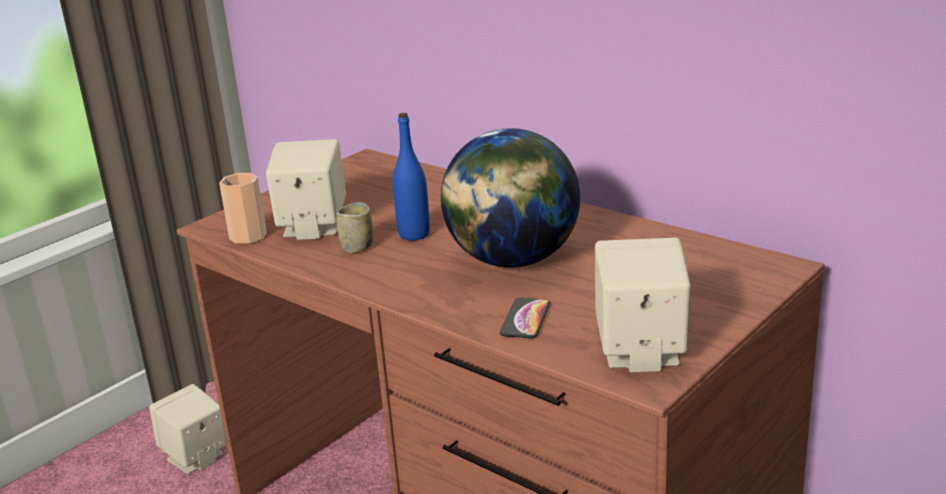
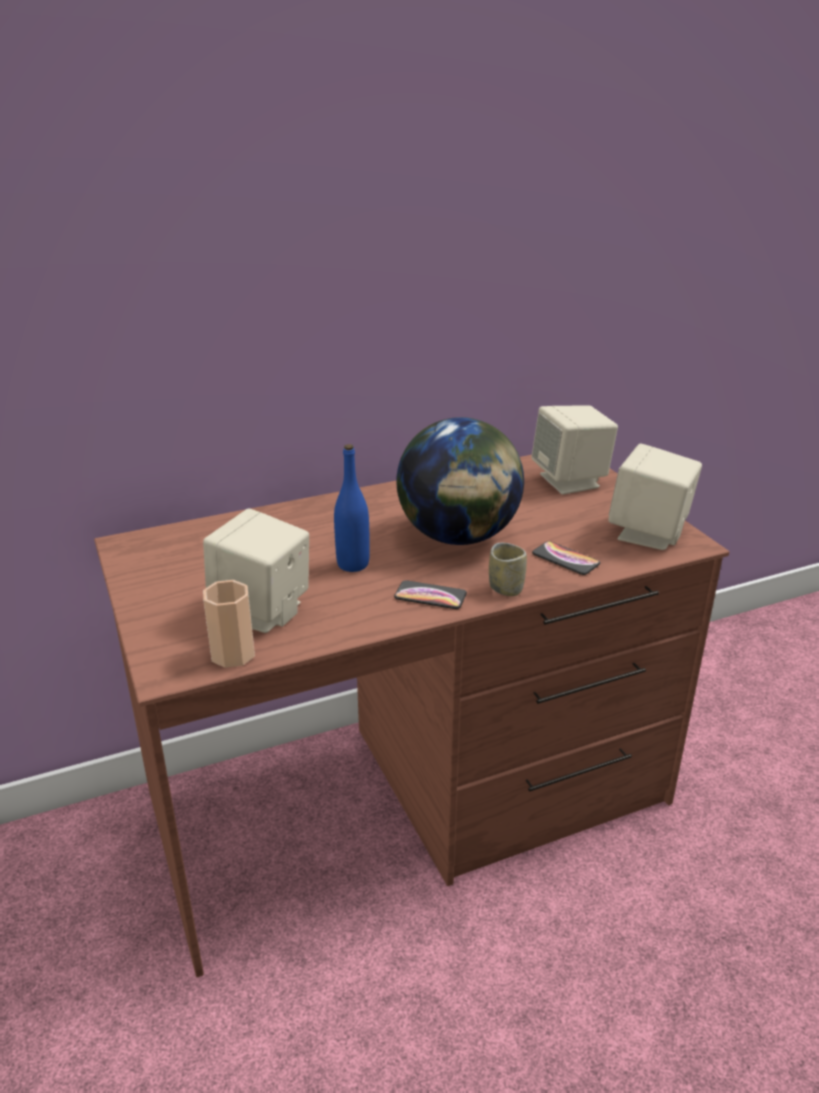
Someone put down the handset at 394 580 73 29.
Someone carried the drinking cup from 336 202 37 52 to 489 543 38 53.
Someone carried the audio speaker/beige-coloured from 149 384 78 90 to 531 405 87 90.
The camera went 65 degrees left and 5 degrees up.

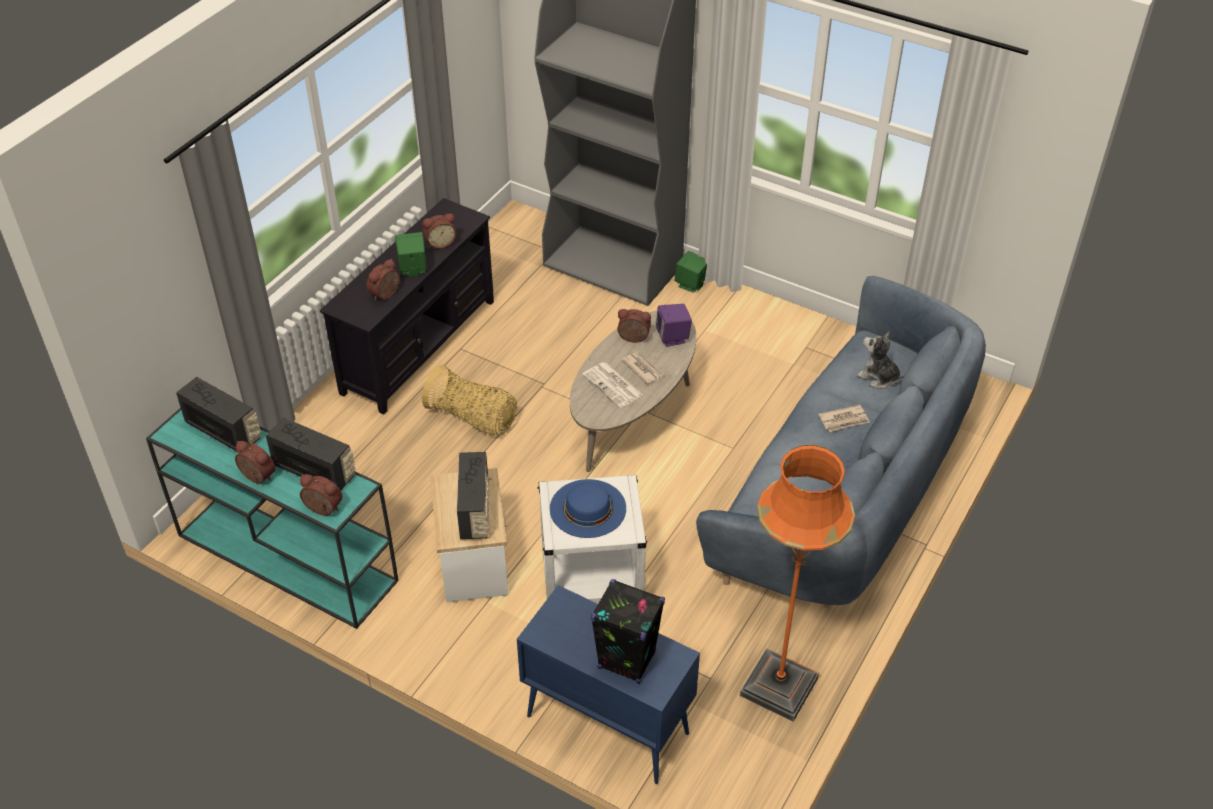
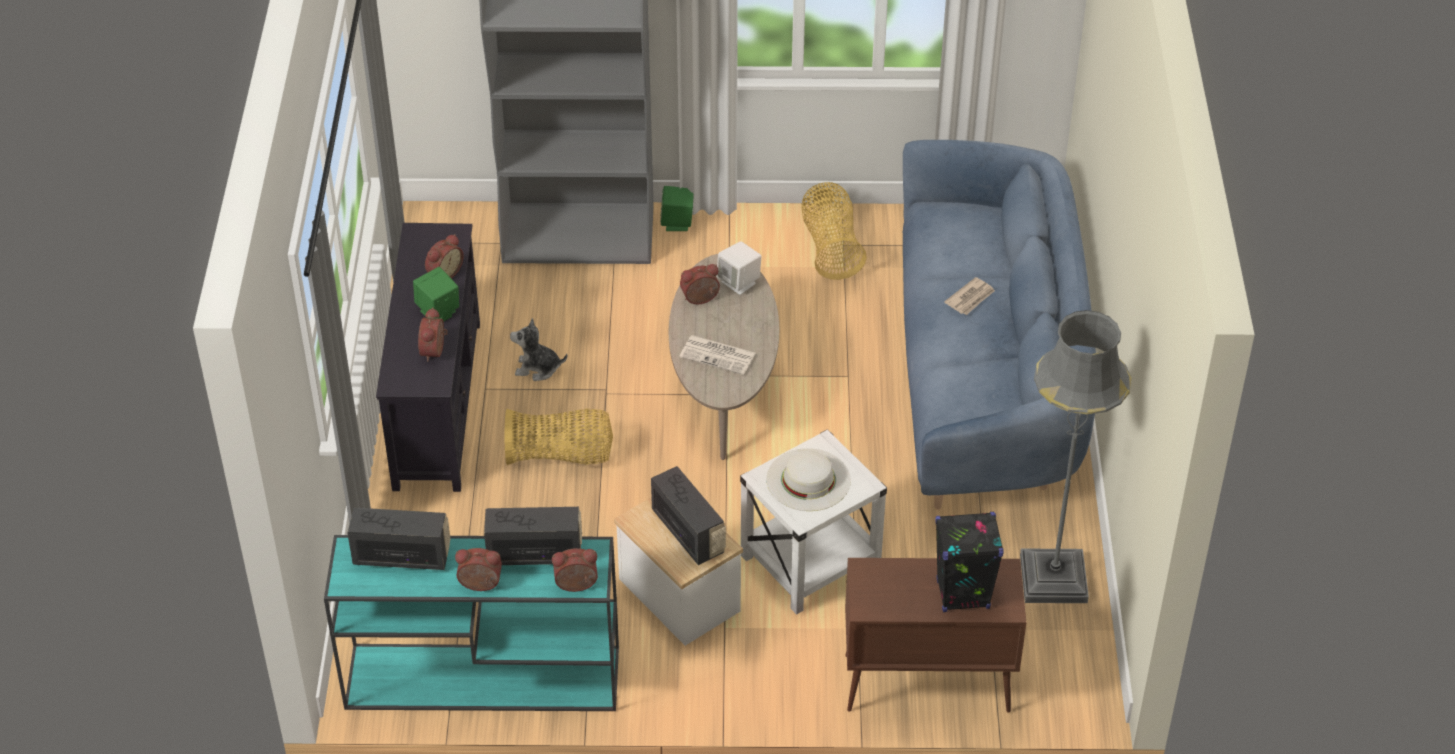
Someone carried the soft toy from 857 332 47 57 to 510 318 57 63.
Someone repainted the audio speaker/purple-coloured at 655 304 37 43, which became the audio speaker/white at 717 241 45 54.
Someone repainted the hat/blue at 550 479 76 59, which became the hat/white at 766 448 85 63.
Someone put down the basket at 801 182 66 98.
Someone repainted the storage cabinet/blue at 517 585 183 199, which became the storage cabinet/brown at 845 558 181 155.
Someone repainted the floor lamp/orangey at 740 445 115 277, which became the floor lamp/gray at 1020 310 111 293.
Someone took away the newspaper at 621 352 43 32.
The camera went 30 degrees left and 0 degrees up.

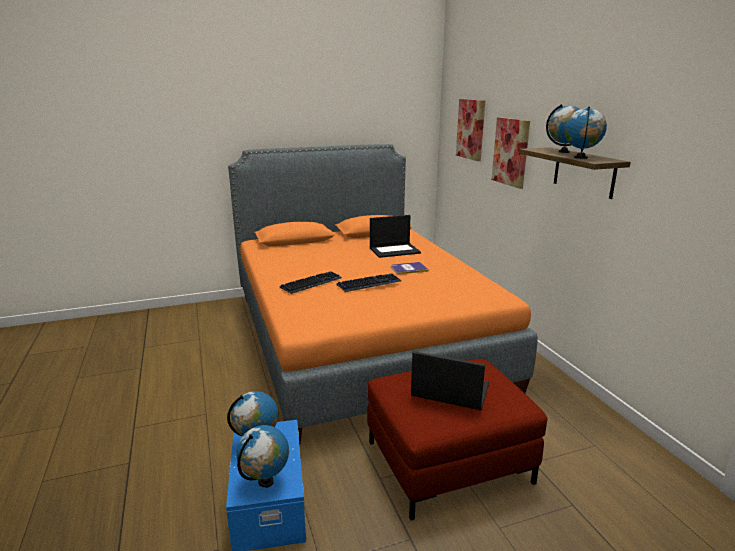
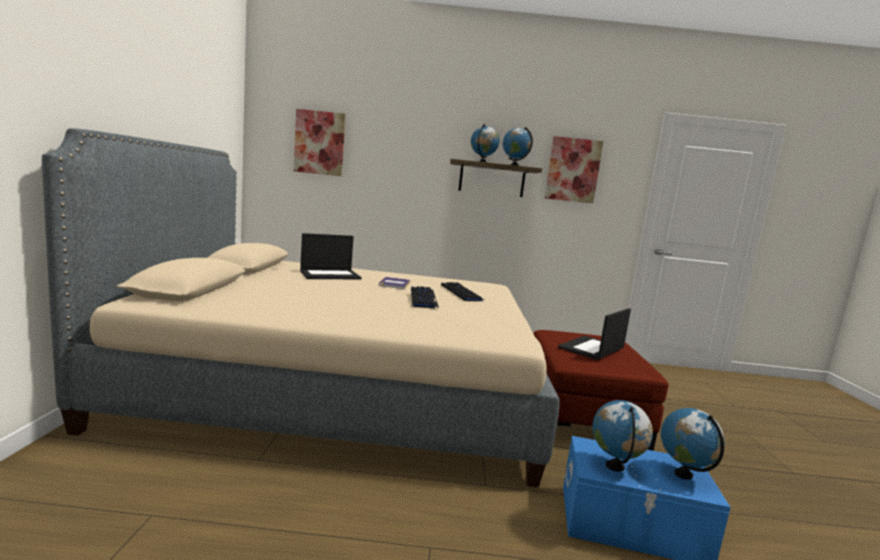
Someone repainted the bed/orangey at 228 144 310 301, which became the bed/beige-coloured at 42 128 518 359.
Someone rotated the notebook computer at 370 215 51 43 by 60 degrees clockwise.
Someone carried the computer keyboard from 280 271 62 23 to 441 282 43 19.
Someone carried the wall art from 492 117 38 72 to 545 136 58 67.
The camera went 70 degrees left and 10 degrees down.

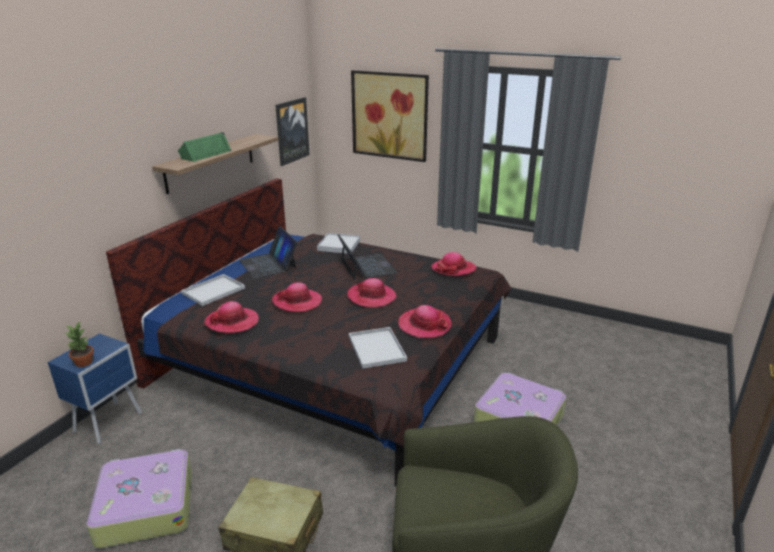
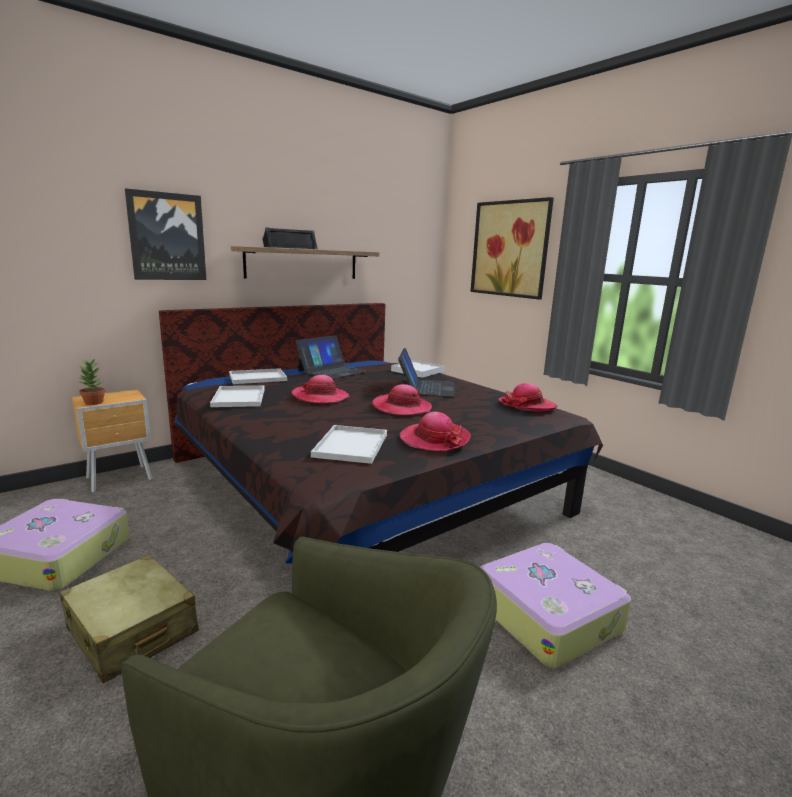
Someone repainted the bedside table/blue at 48 333 94 111, which became the bedside table/brown at 72 389 81 104.
Someone carried the wall art from 275 97 34 69 to 125 188 81 92.
Someone swapped the hat at 204 301 55 33 for the tray/white at 210 386 55 21.
Someone repainted the audio speaker/green at 178 132 54 30, which became the audio speaker/black at 262 227 56 22.
Someone rotated the notebook computer at 239 226 58 53 by 135 degrees counterclockwise.
The camera went 25 degrees right and 10 degrees down.

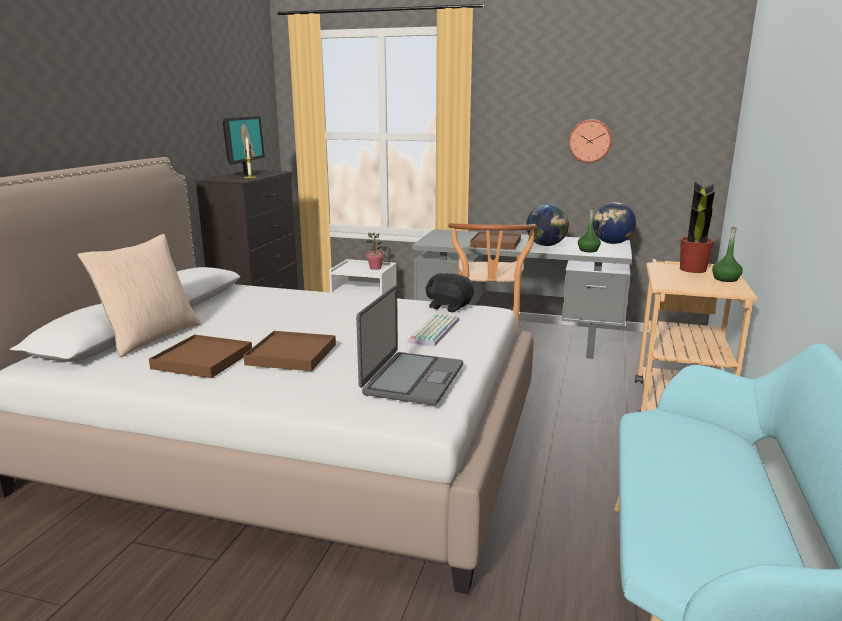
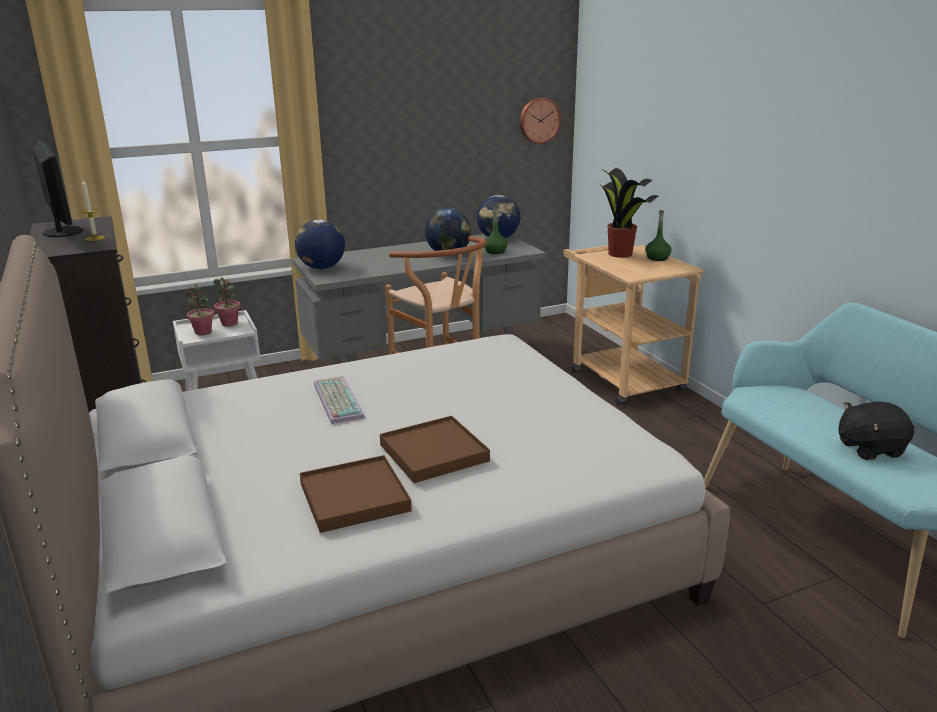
Someone put down the plant in a pot at 187 284 28 51.
Someone put down the globe at 295 219 50 50.
Someone carried the computer keyboard from 407 313 52 34 to 314 376 51 48.
Someone carried the wall clock from 568 119 44 44 to 520 97 41 47.
Someone carried the soft toy/black from 425 273 49 40 to 838 402 76 58.
Someone took away the throw pillow/beige-coloured at 77 234 124 123.
Someone took away the notebook computer at 356 286 107 119.
Someone took away the tray/brown at 470 232 51 18.
The camera went 40 degrees left and 5 degrees up.

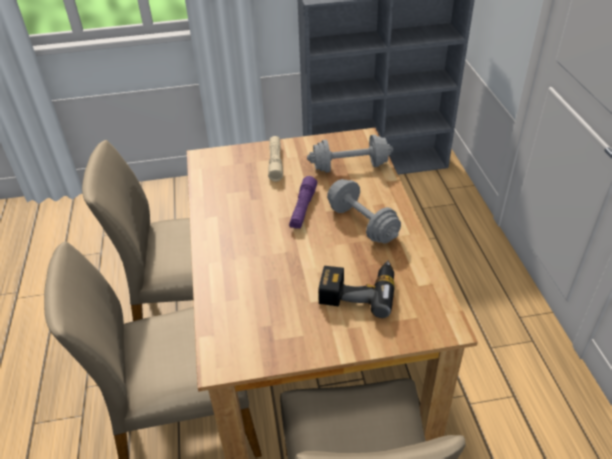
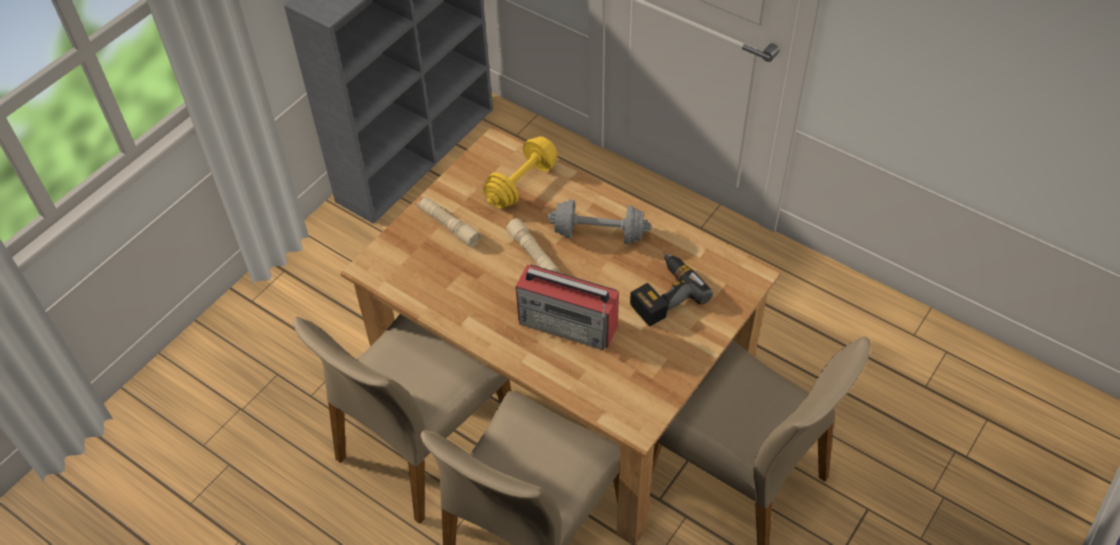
Someone repainted the hand weight/gray at 307 135 86 38, which became the hand weight/yellowish at 484 136 73 72.
Someone repainted the hand torch/purple-coloured at 289 176 28 53, which became the hand torch/beige-coloured at 506 218 54 55.
Someone put down the radio receiver at 516 265 103 85.
The camera went 45 degrees left and 10 degrees up.

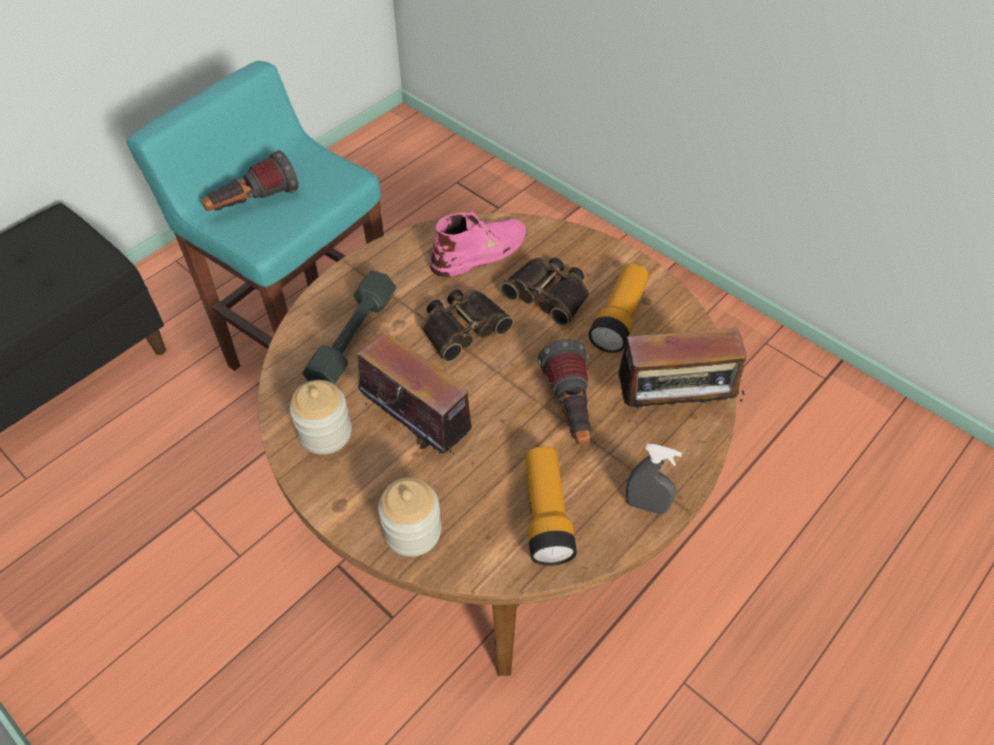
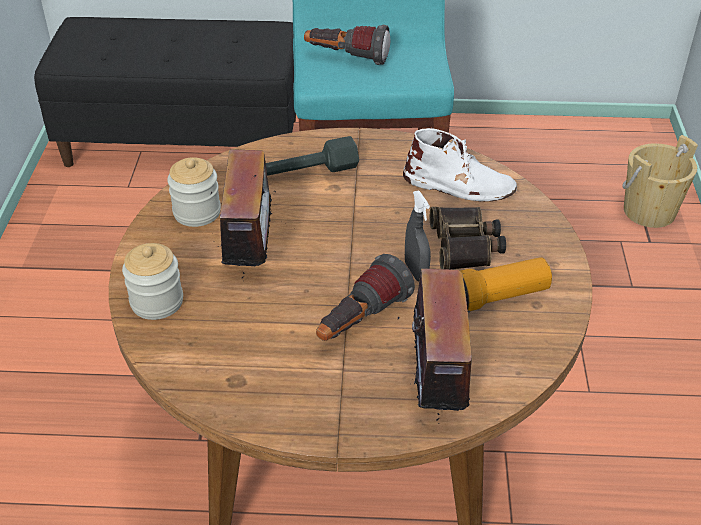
Someone rotated the radio receiver at 612 320 134 106 by 135 degrees counterclockwise.
Someone repainted the tall boot/pink-coloured at 430 211 97 66, which became the tall boot/white at 403 128 114 74.
Someone carried the spray bottle/gray from 626 444 56 71 to 405 191 26 90.
Someone put down the pail/beige-coloured at 622 135 76 93.
Someone took away the pair of binoculars at 421 290 92 72.
Someone took away the hand torch at 525 447 52 119.
The camera went 50 degrees right and 10 degrees down.

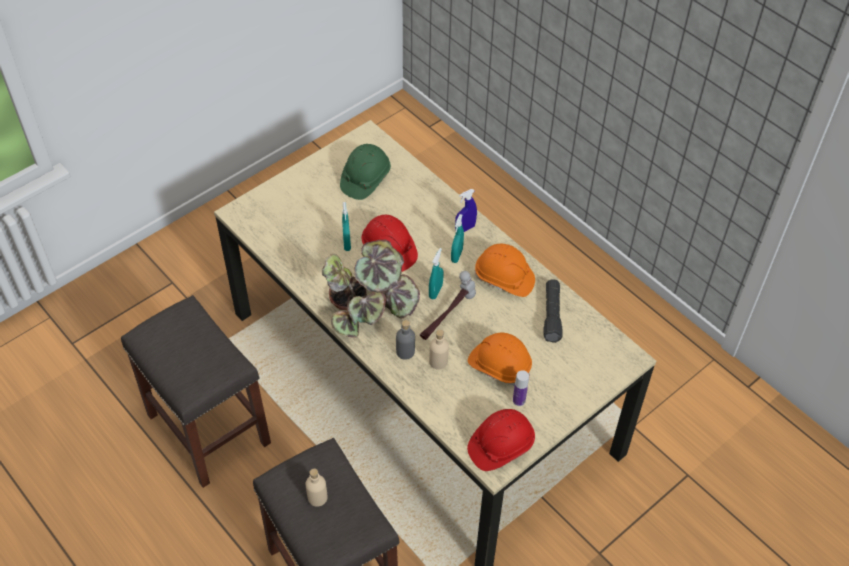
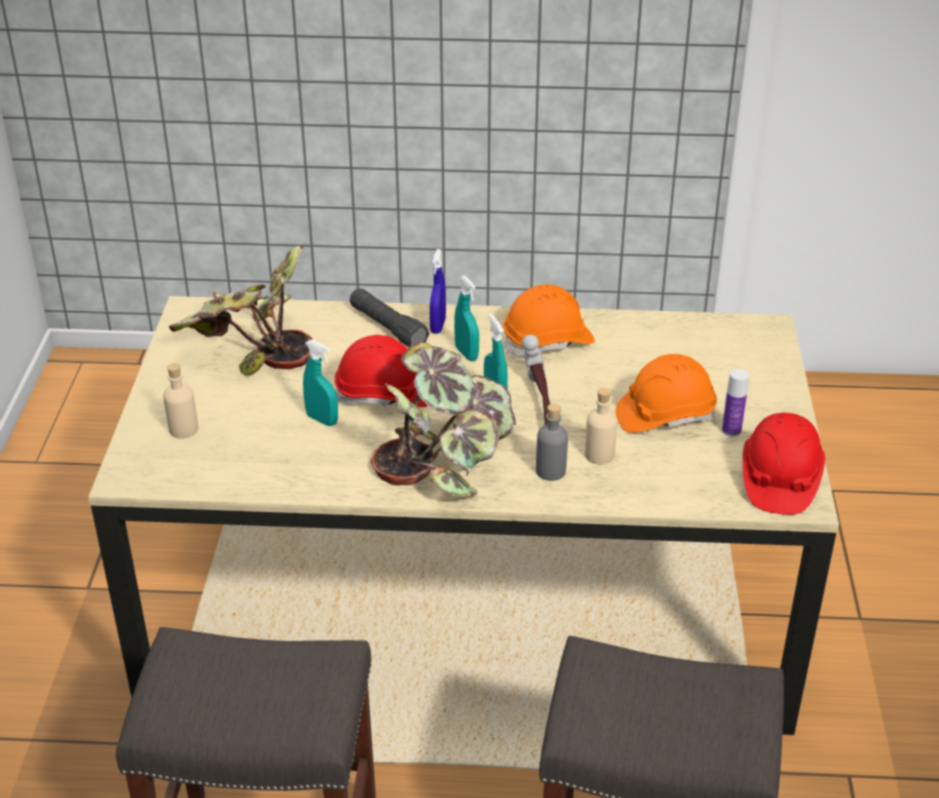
Someone carried the drink bottle/beige-coloured from 306 468 22 39 to 163 363 35 76.
Someone swapped the safety helmet/green at 340 144 51 56 for the plant in a pot at 169 245 144 131.
Someone carried the hand torch/black from 543 279 20 64 to 350 288 79 59.
The camera went 45 degrees left and 15 degrees down.

